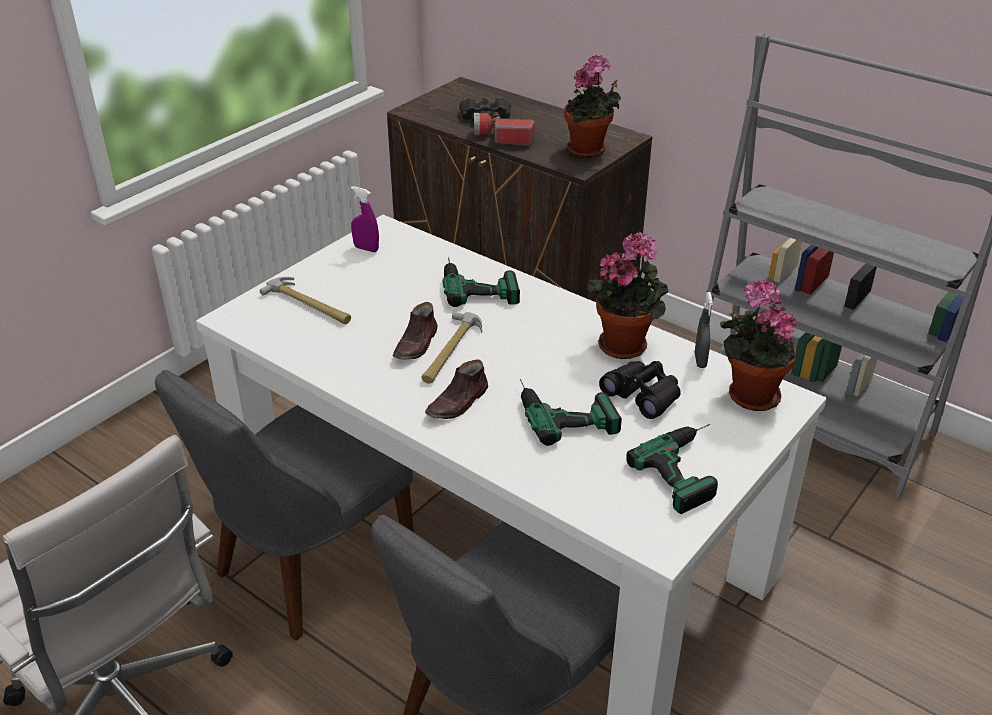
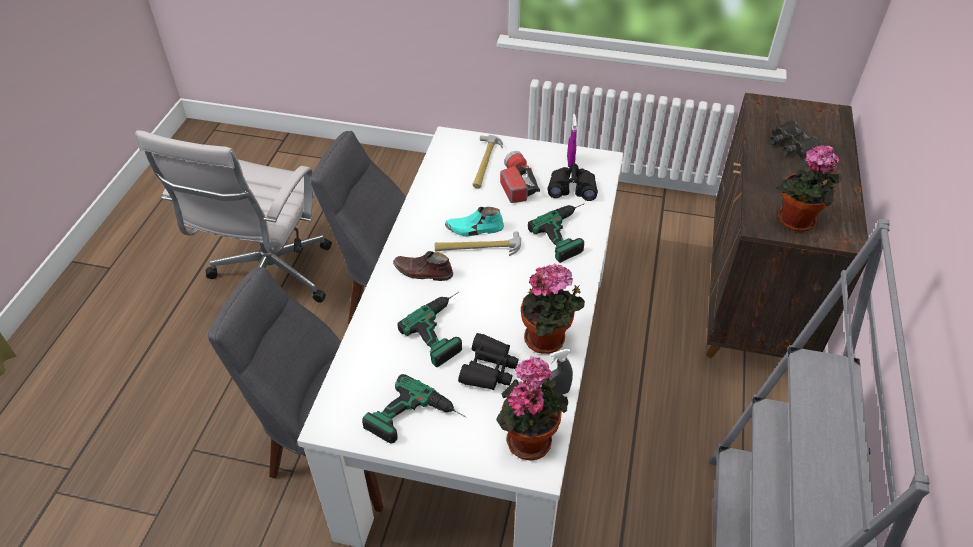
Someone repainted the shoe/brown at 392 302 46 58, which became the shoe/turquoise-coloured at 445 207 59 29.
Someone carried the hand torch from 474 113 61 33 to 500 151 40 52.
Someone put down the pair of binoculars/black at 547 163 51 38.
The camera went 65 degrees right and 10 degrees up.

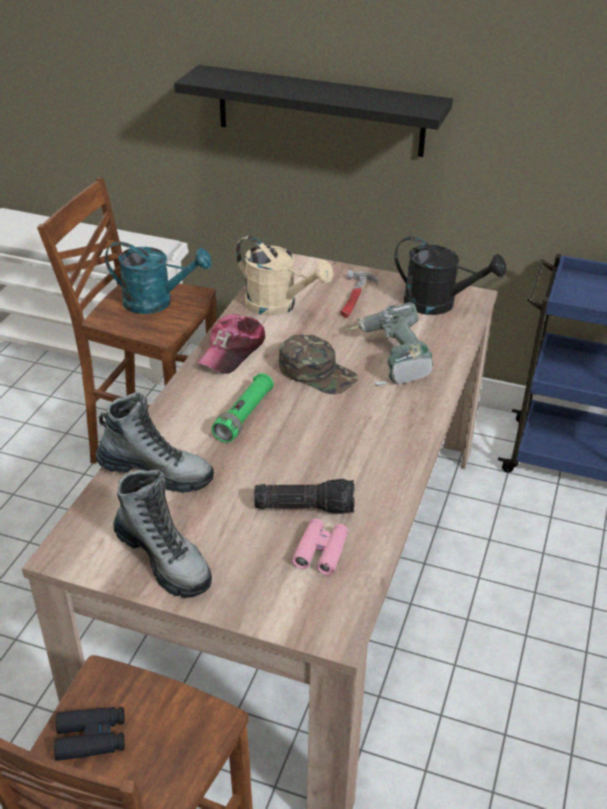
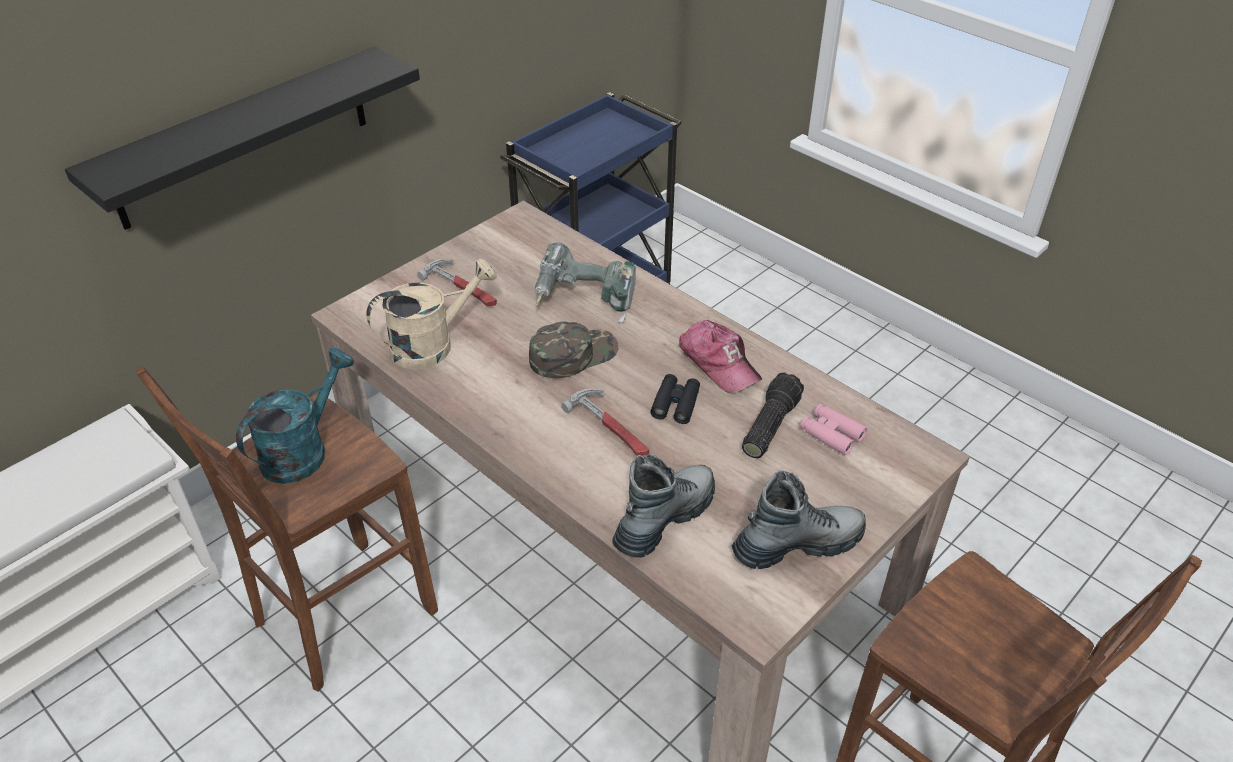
Someone swapped the hand torch/green at 212 373 62 70 for the tool hammer at 561 389 88 67.
Someone carried the pair of binoculars/black from 54 707 71 54 to 650 374 50 50.
Someone carried the baseball cap from 197 314 69 60 to 679 320 83 73.
Someone took away the watering can/black at 395 237 111 78.
The camera went 65 degrees left and 5 degrees up.

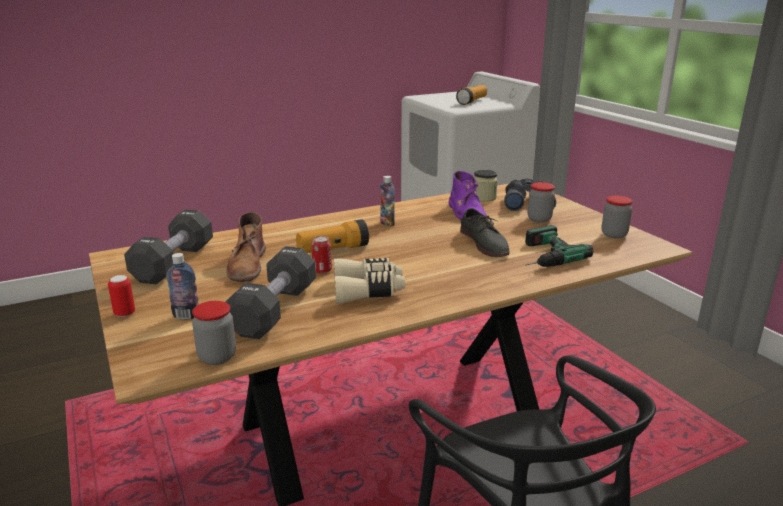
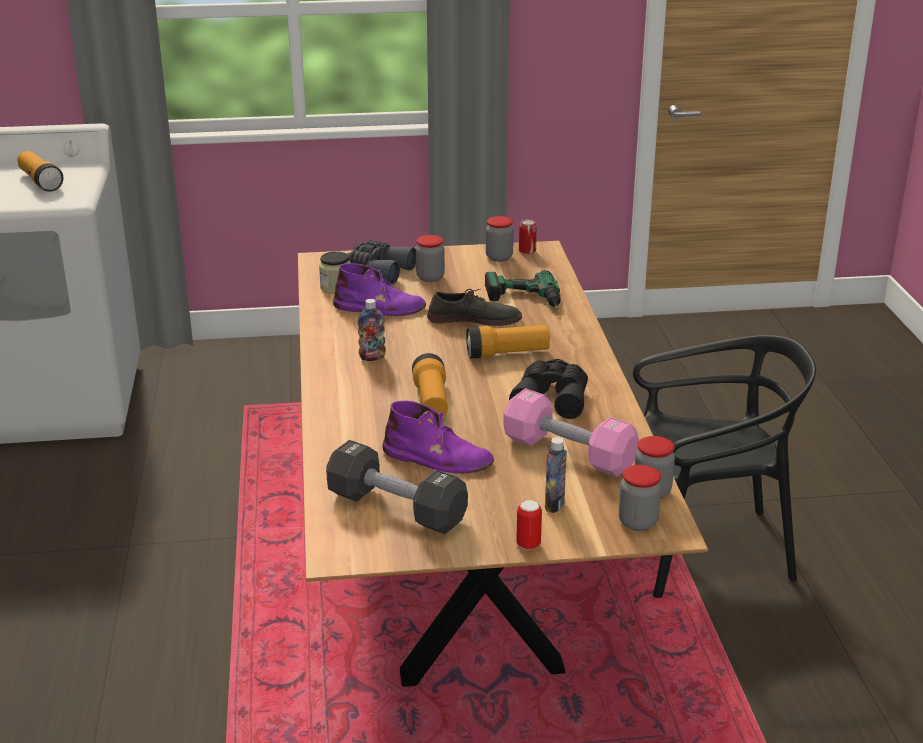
Someone repainted the tall boot/brown at 227 212 39 70, which became the tall boot/purple-coloured at 383 400 111 74.
Someone put down the hand torch at 466 325 84 33.
Someone repainted the hand weight/black at 226 246 90 93, which became the hand weight/pink-coloured at 503 388 136 89.
Someone repainted the pair of binoculars/beige-coloured at 334 258 71 46, which became the pair of binoculars/black at 509 359 79 60.
Someone carried the metal can from 311 236 21 38 to 519 219 18 35.
Someone put down the preserve jar at 619 465 42 66.
The camera went 70 degrees left and 5 degrees up.

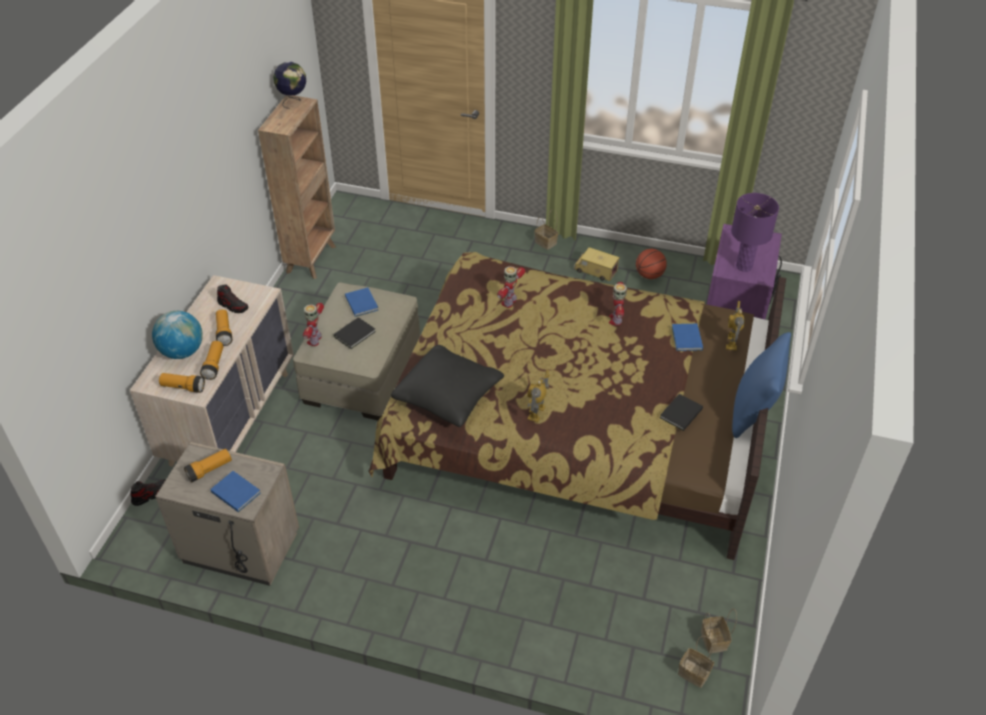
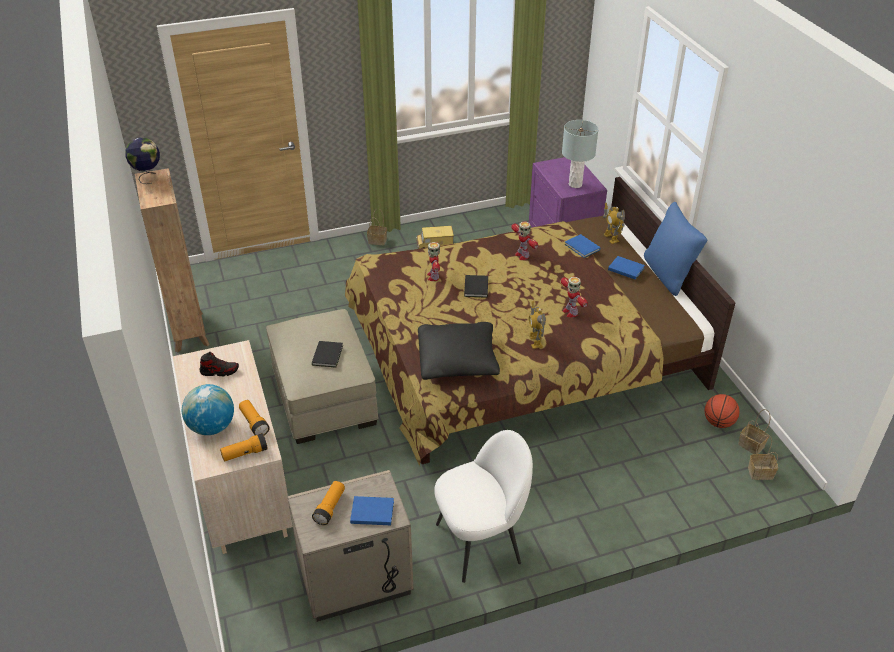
Someone put down the chair/white at 434 430 99 153.
Someone carried the volume/black from 660 394 43 37 to 464 275 24 23.
Someone carried the robot figure from 303 303 21 43 to 561 277 27 40.
Someone repainted the table lamp/purple-coloured at 731 193 48 79, which became the table lamp/gray at 562 120 36 68.
Someone carried the volume/blue from 345 288 33 29 to 608 256 37 24.
Someone carried the basketball from 636 249 31 30 to 705 394 35 34.
Someone took away the shoe at 130 479 35 27.
Someone took away the hand torch at 216 309 16 37.
The camera went 35 degrees left and 5 degrees down.

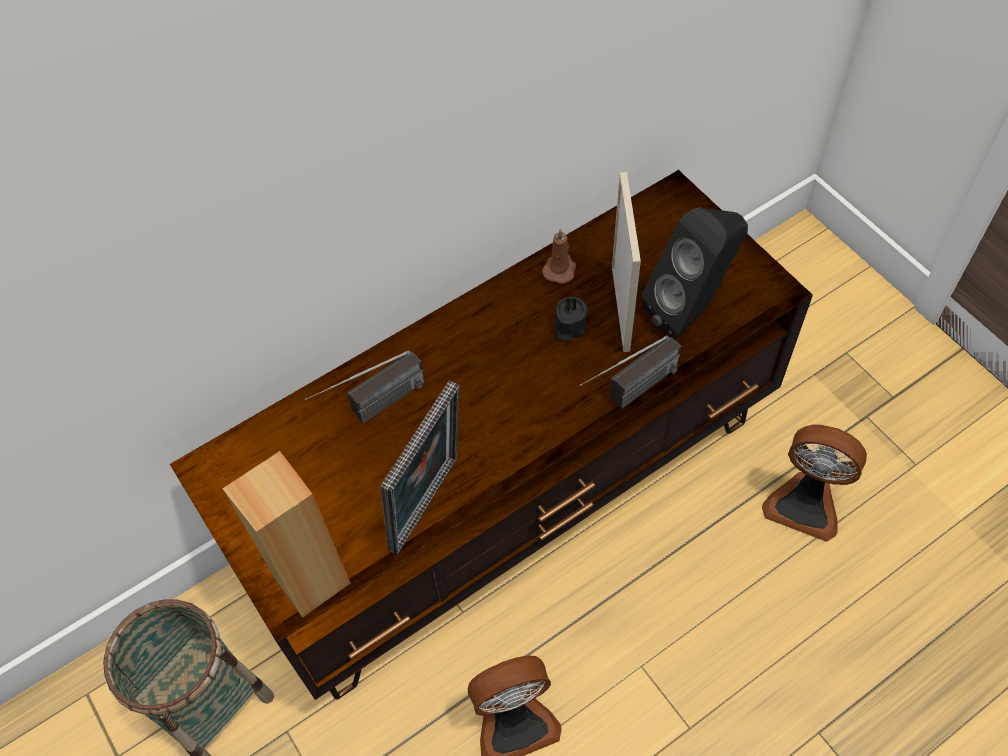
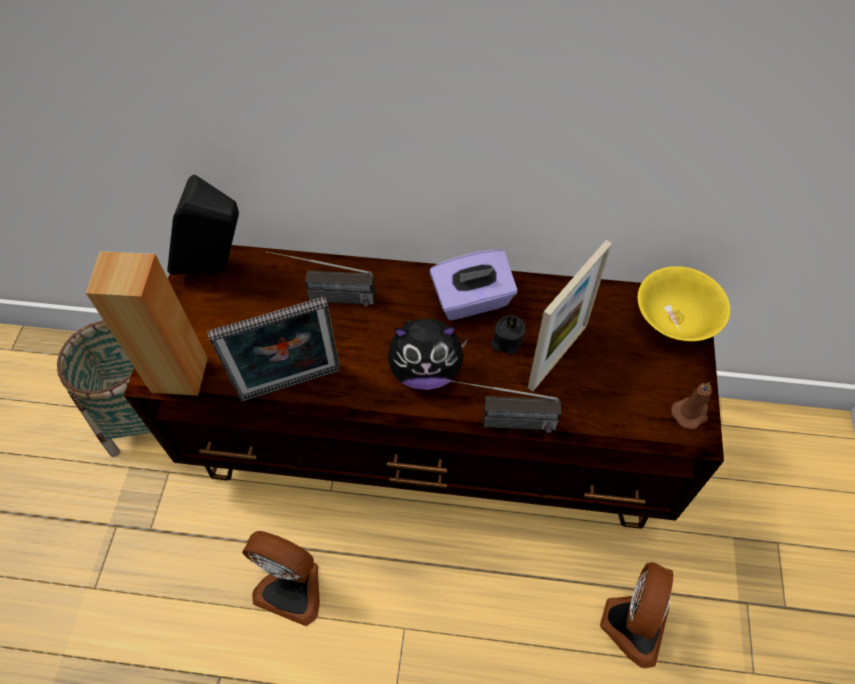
Someone carried the audio speaker/black from 641 207 107 132 to 167 175 72 100.
Someone put down the soft toy at 388 318 80 72.
Someone put down the tissue holder/purple-coloured at 429 250 89 71.
Someone rotated the cooling fan at 762 424 105 118 by 135 degrees counterclockwise.
Someone put down the deep dish/yellowish at 638 266 92 75.
Someone carried the wax candle/brown from 542 228 34 56 to 671 382 41 47.
The camera went 40 degrees right and 0 degrees up.

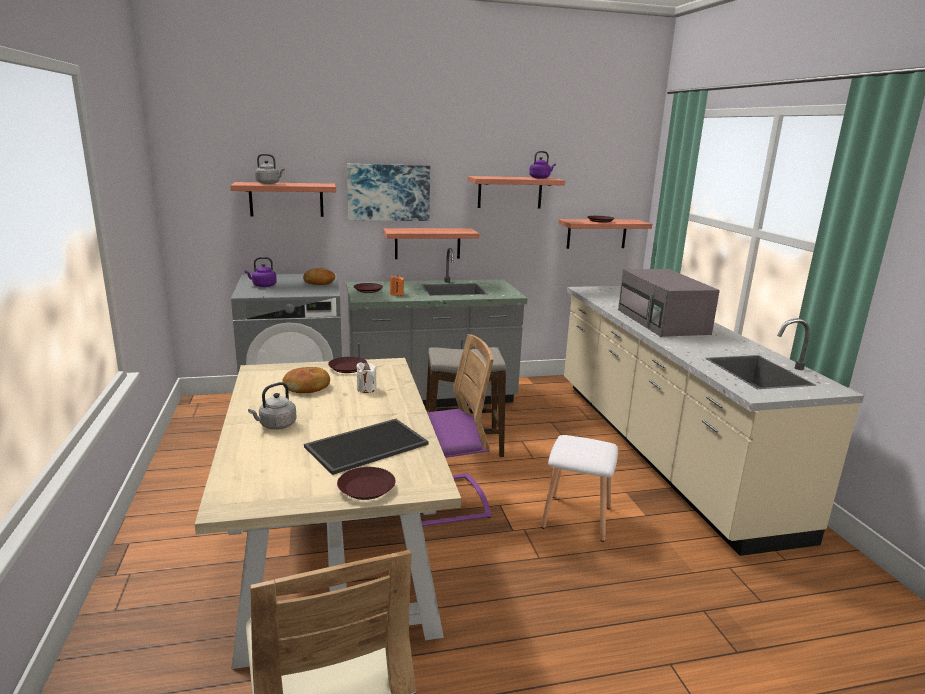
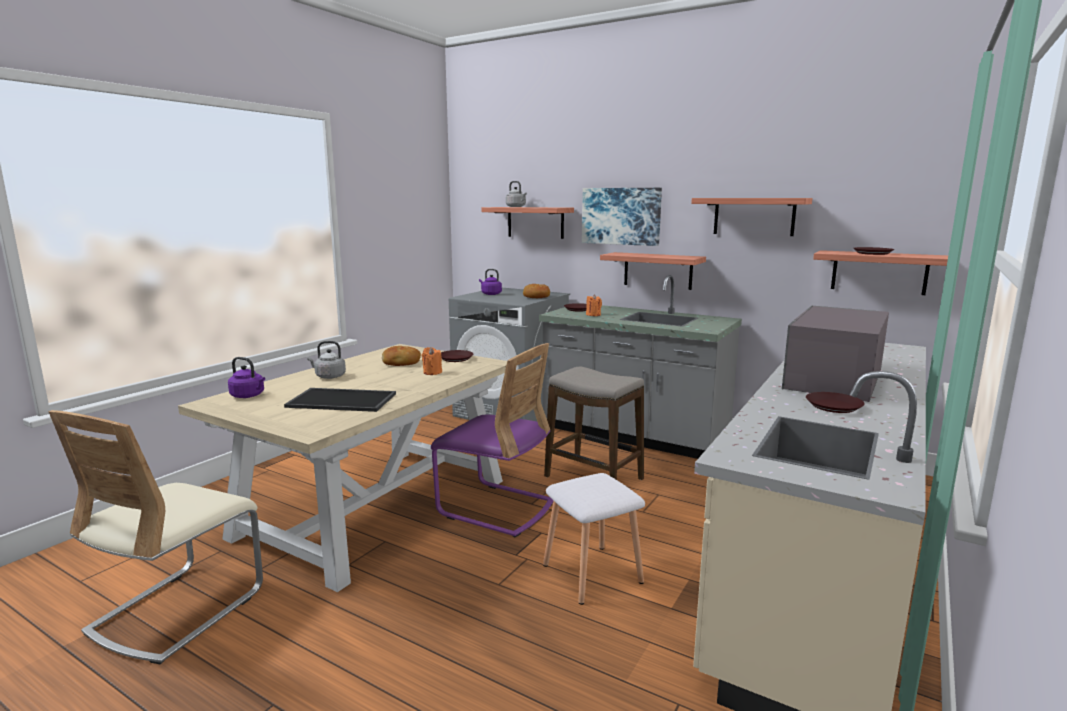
Someone carried the water kettle/purple-coloured from 529 151 27 28 to 228 357 37 41.
Someone repainted the wax candle/white at 356 362 21 31, which became the wax candle/orangey at 422 347 20 28.
Someone carried the plate/brown from 337 467 58 33 to 806 392 59 21.
The camera went 45 degrees right and 5 degrees down.

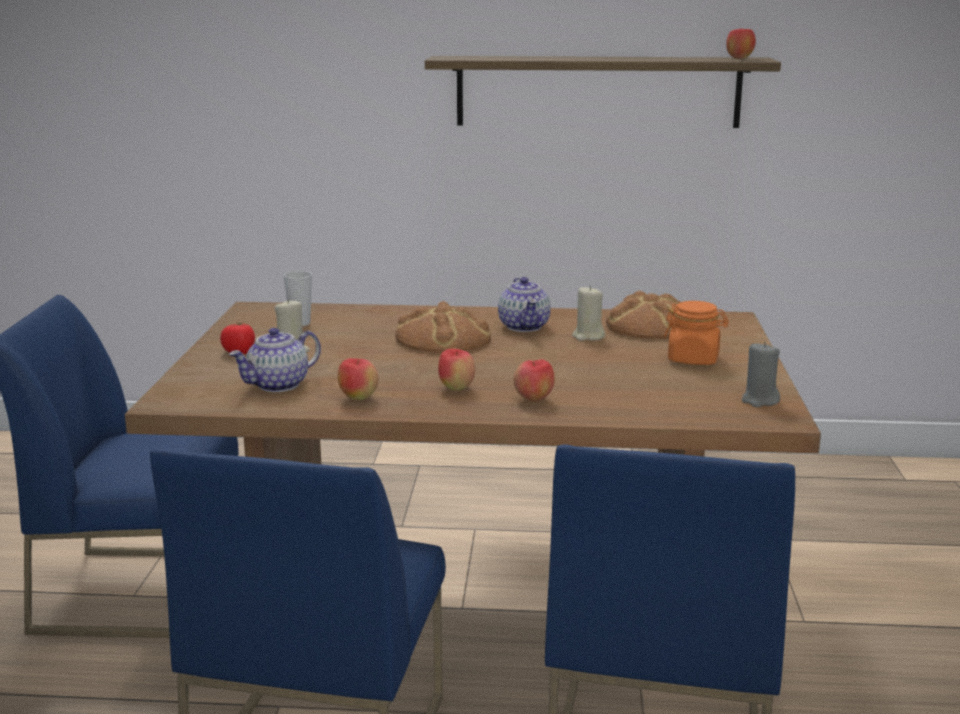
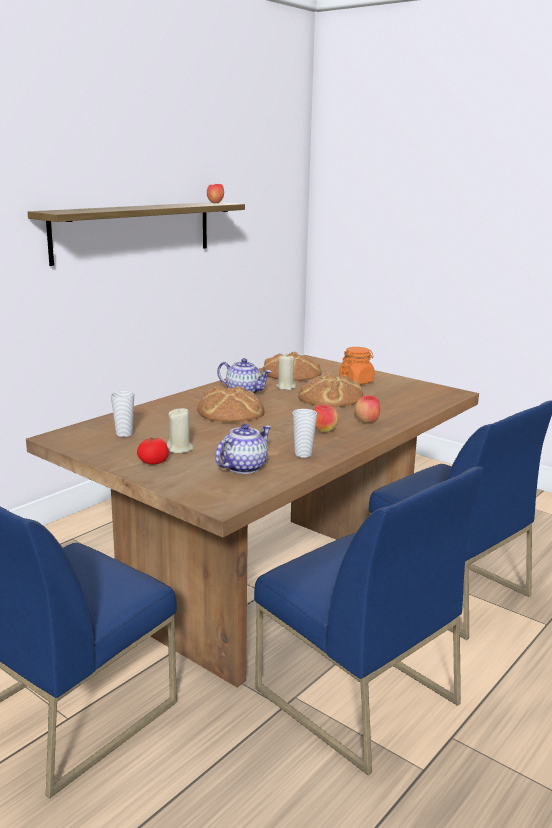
Someone rotated the tea pot at 229 328 92 64 by 135 degrees counterclockwise.
Someone swapped the whole apple at 338 358 41 42 for the drinking cup at 293 409 24 49.
Someone put down the bread at 298 372 65 36.
Someone took away the wax candle/gray at 742 342 38 65.
The camera went 55 degrees left and 0 degrees up.

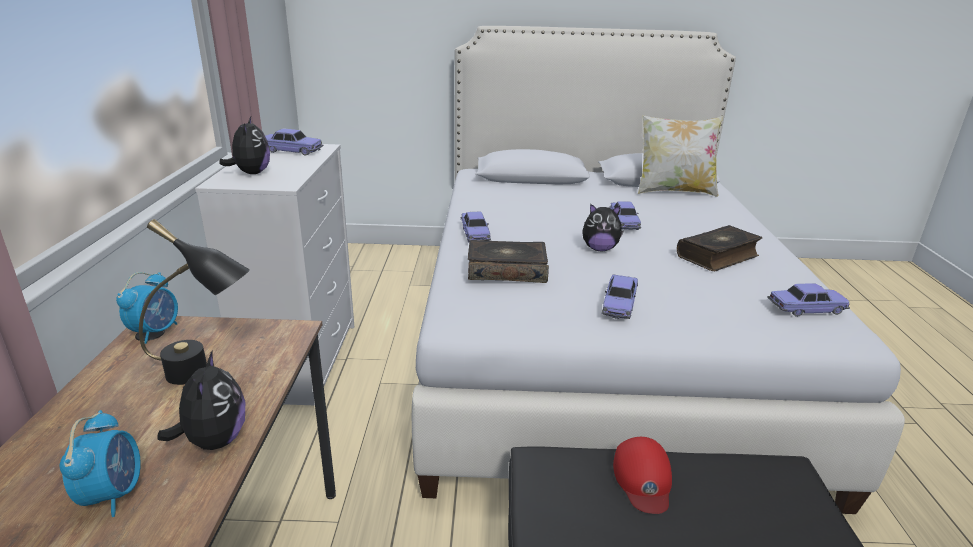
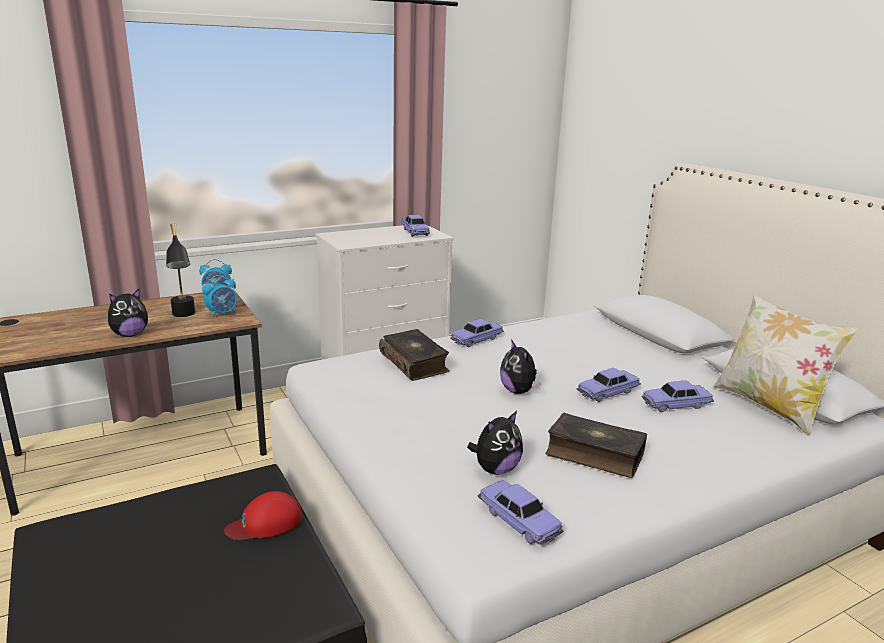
Someone carried the alarm clock from 60 410 81 107 to 202 275 35 43.
Someone carried the soft toy from 219 117 51 57 to 467 411 56 64.
Someone carried the miniature car from 602 275 36 44 to 642 380 72 32.
The camera went 60 degrees right and 5 degrees down.

